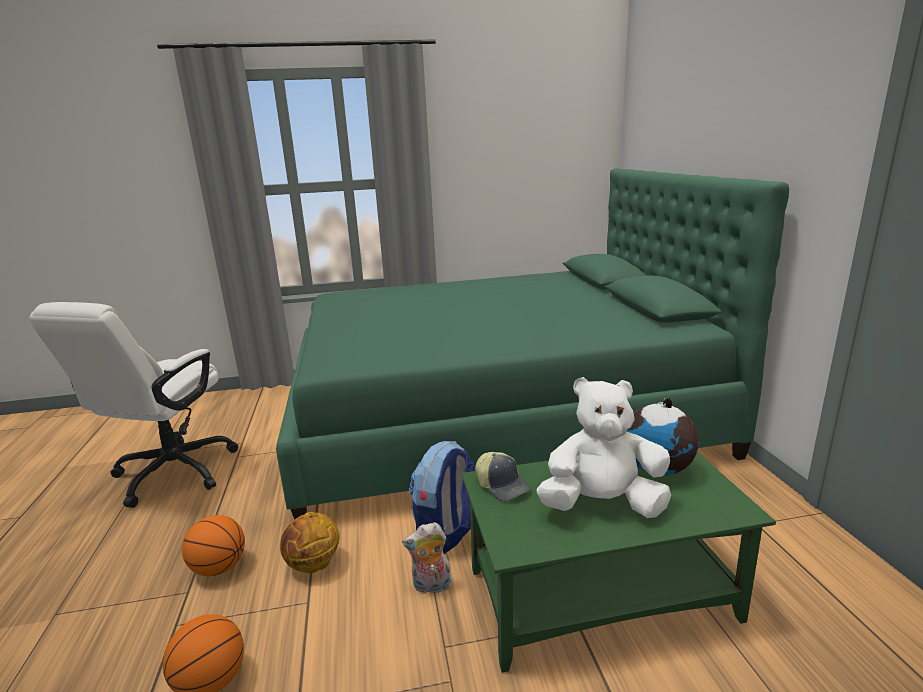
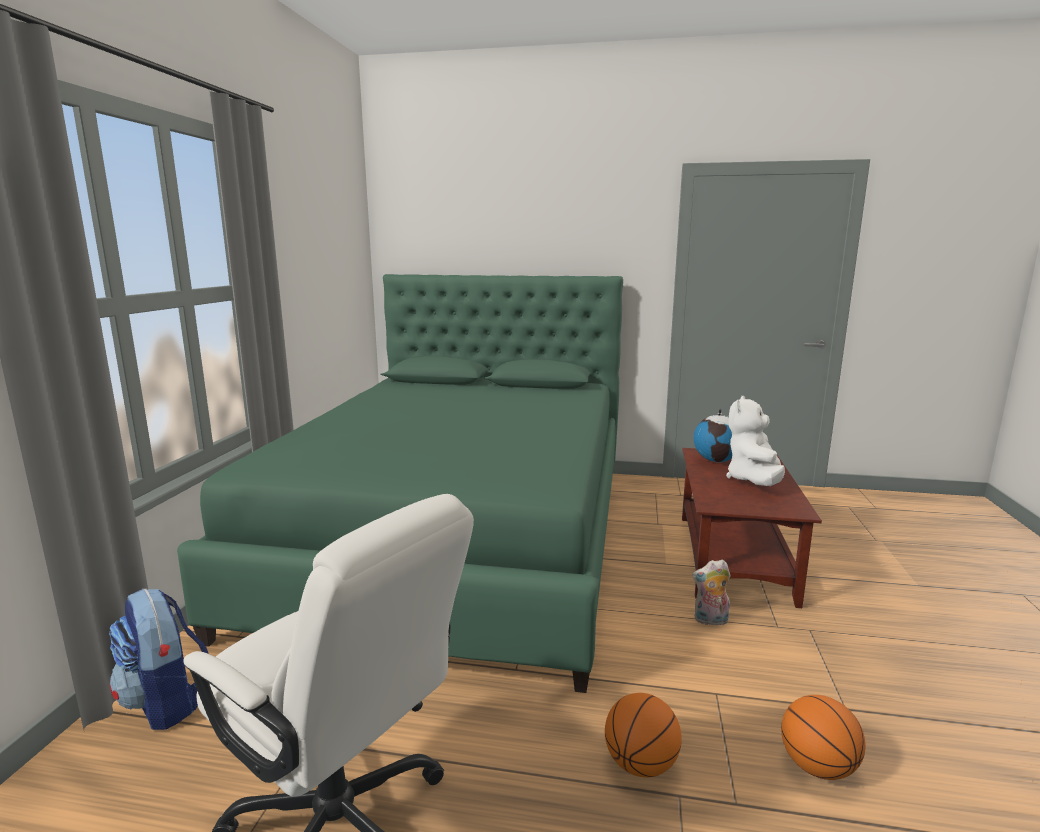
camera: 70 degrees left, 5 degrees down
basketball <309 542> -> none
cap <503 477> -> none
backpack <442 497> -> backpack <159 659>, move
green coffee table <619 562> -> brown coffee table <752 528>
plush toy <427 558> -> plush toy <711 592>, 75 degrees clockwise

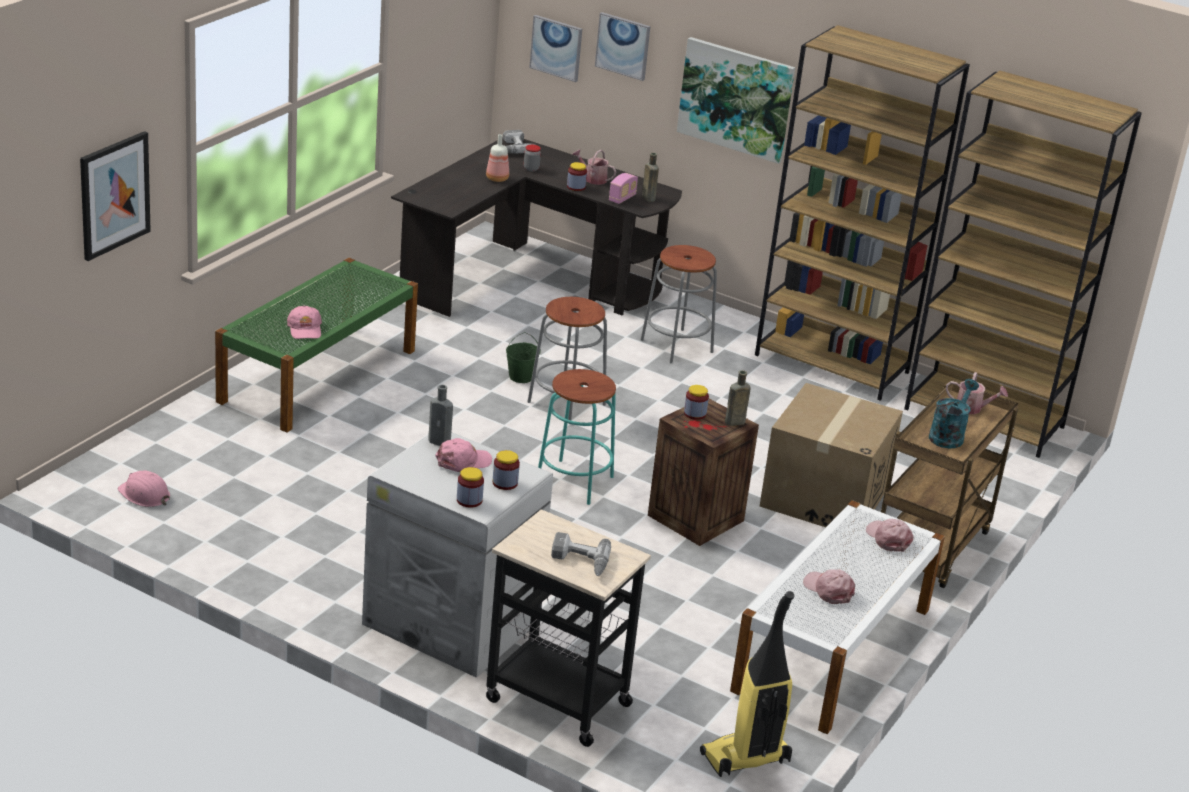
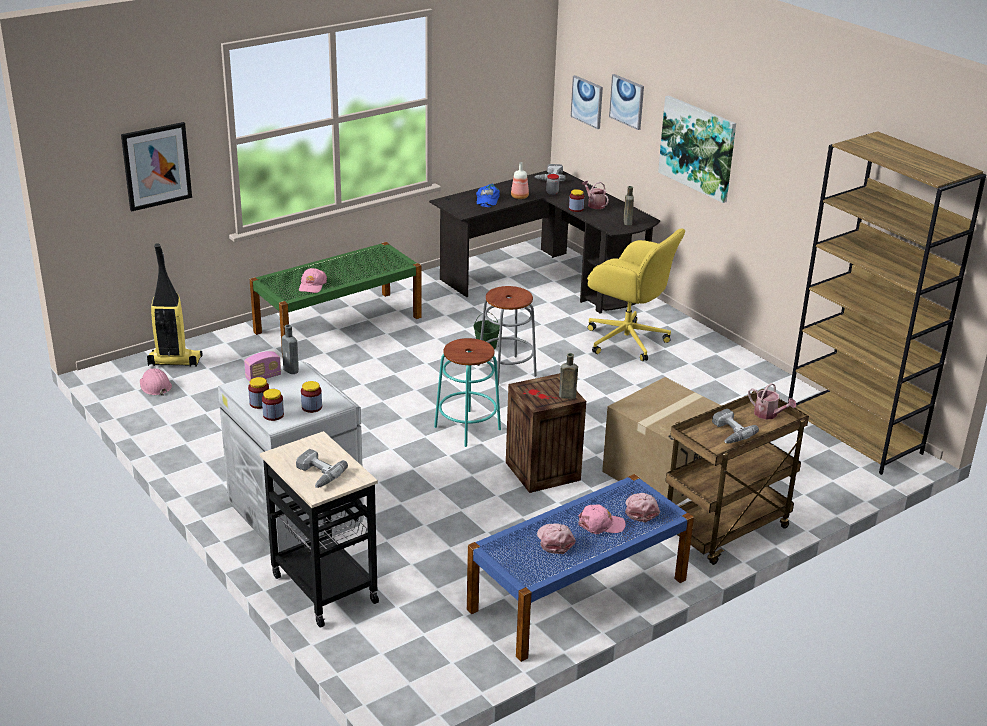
camera: 25 degrees right, 0 degrees up
brown bookcase <862 213> -> none
none -> blue cap <488 195>
pink cap <463 455> -> pink cap <602 519>, move
radio <623 188> -> radio <262 366>, move
jar <696 402> -> jar <258 393>, move
vacuum cleaner <747 684> -> vacuum cleaner <174 305>, move
grey stool <679 304> -> yellow office chair <636 295>
turquoise watering can <954 413> -> power drill <735 426>
white bench <837 617> -> blue bench <580 568>

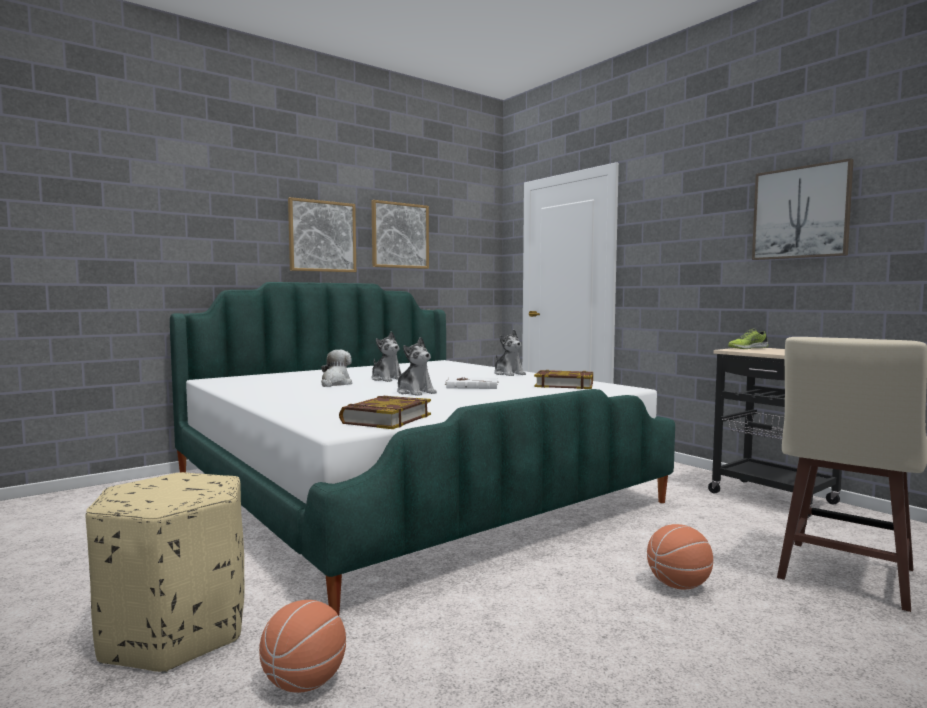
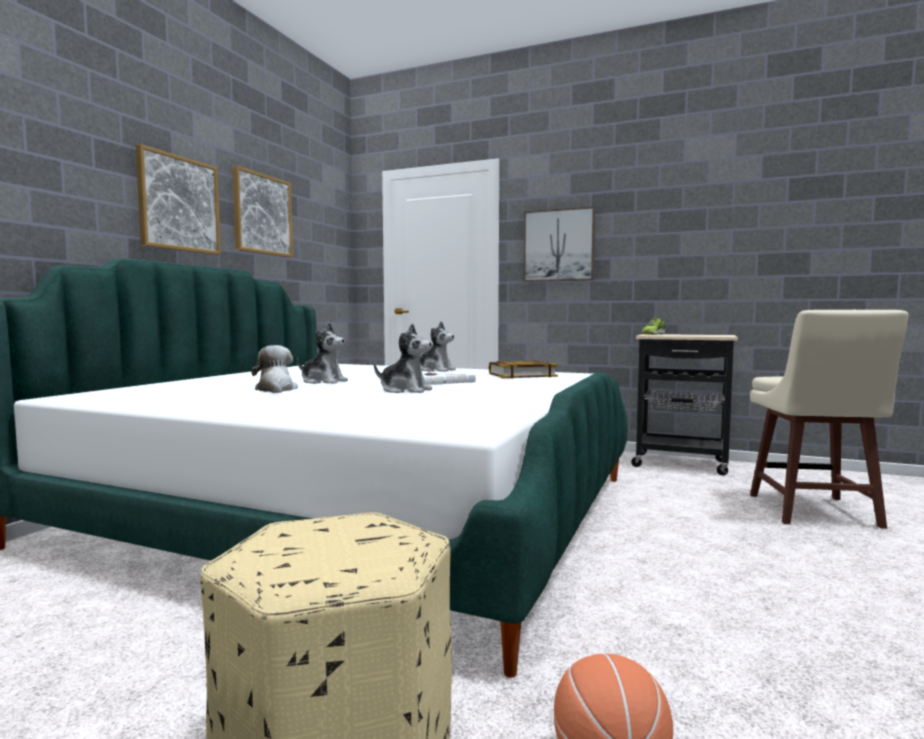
camera: 30 degrees left, 0 degrees up
book <385 412> -> none
basketball <680 557> -> none
picture <803 209> -> picture <559 244>, move

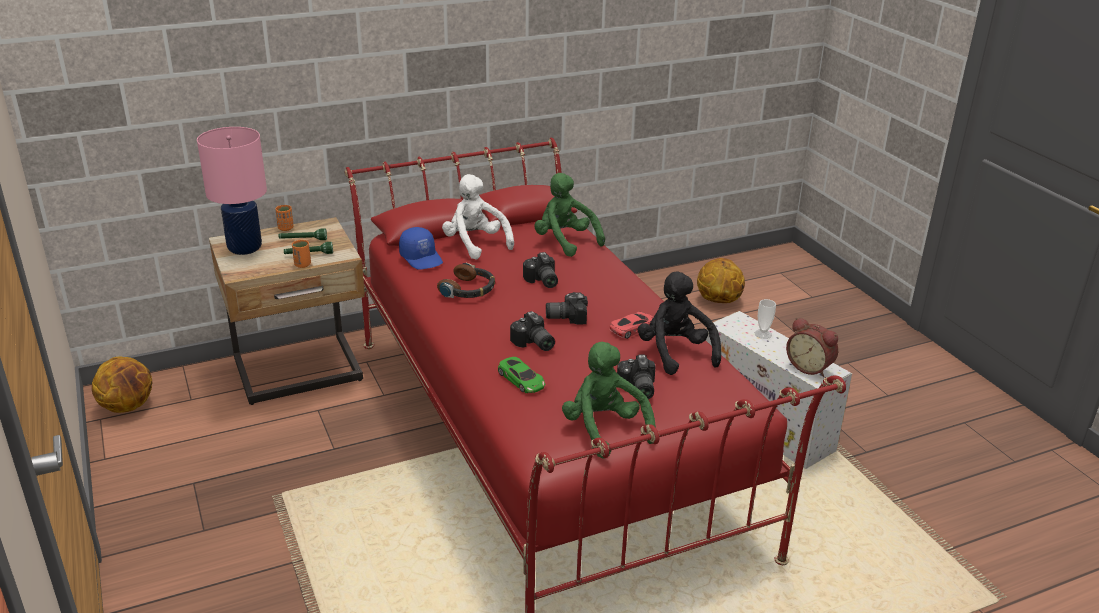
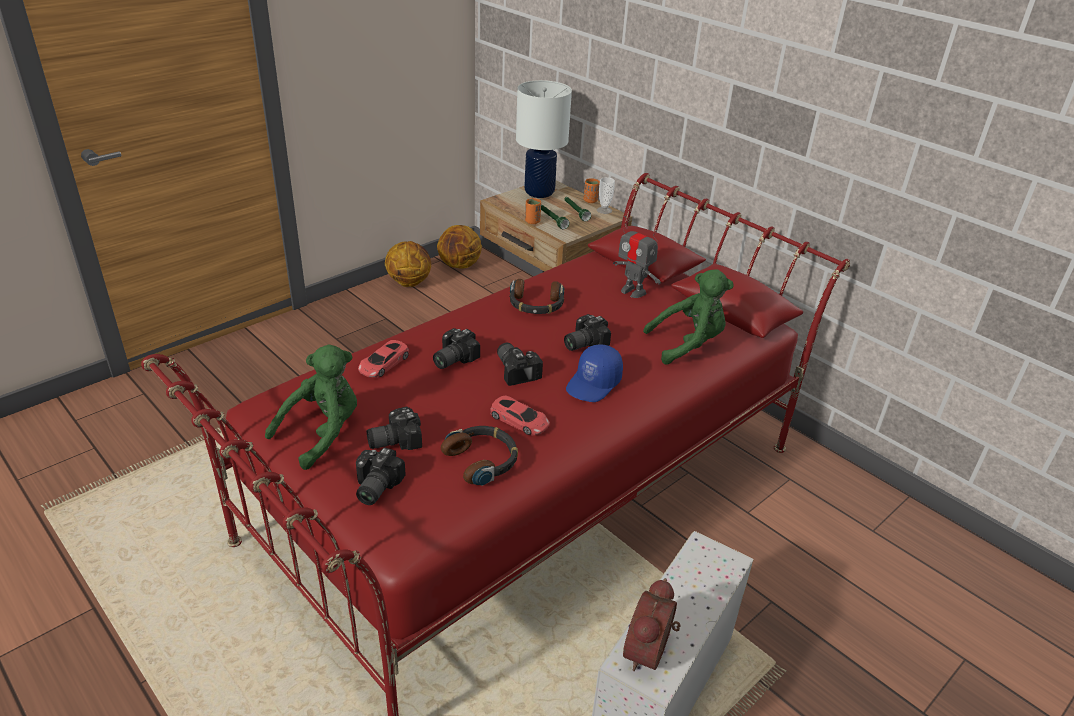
camera: 70 degrees right, 5 degrees up
none -> photo camera <381 476>
blue cap <421 248> -> blue cap <594 373>, move
basketball <721 280> -> basketball <408 264>, move
cup <765 319> -> cup <606 195>, move
white plush toy <478 216> -> toy robot <637 257>
black plush toy <679 323> -> headphones <479 456>
pink table lamp <232 191> -> white table lamp <544 139>
green toy car <521 375> -> red toy car <383 359>
green plush toy <569 215> -> green plush toy <688 317>, 45 degrees clockwise

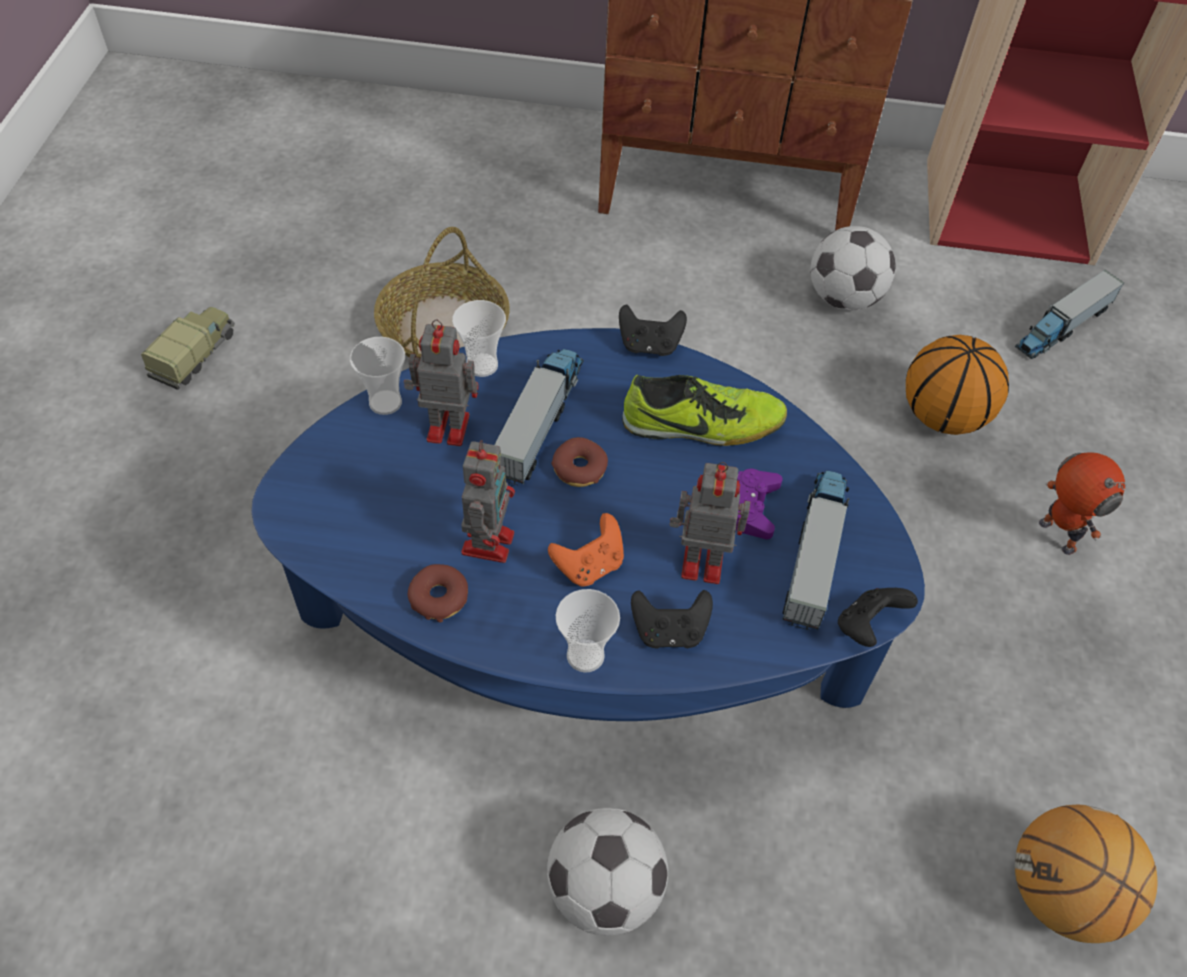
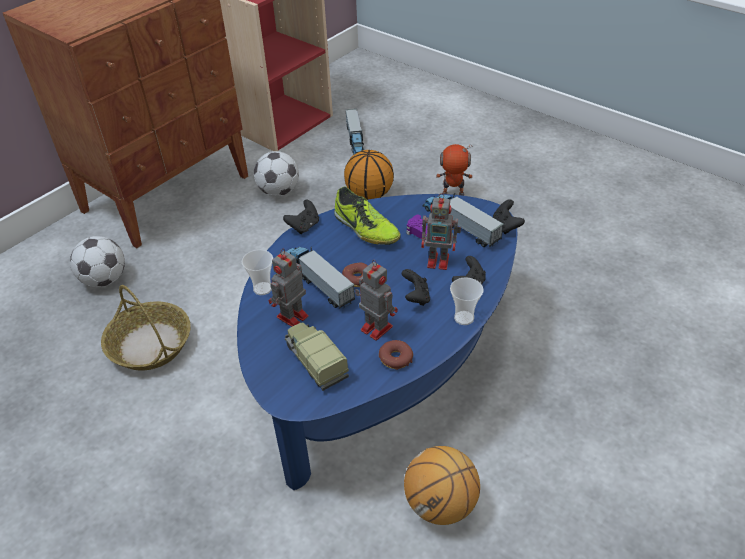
camera: 55 degrees left, 10 degrees down
cup <377 376> -> none
toy truck <188 348> -> toy truck <317 357>, move
football <607 872> -> football <97 261>, move
basketball <1086 874> -> basketball <442 485>, move
orange game controller <586 549> -> black game controller <416 287>
shoe <704 410> -> shoe <367 215>, 105 degrees clockwise
toy robot <709 523> -> toy robot <441 231>, 120 degrees counterclockwise

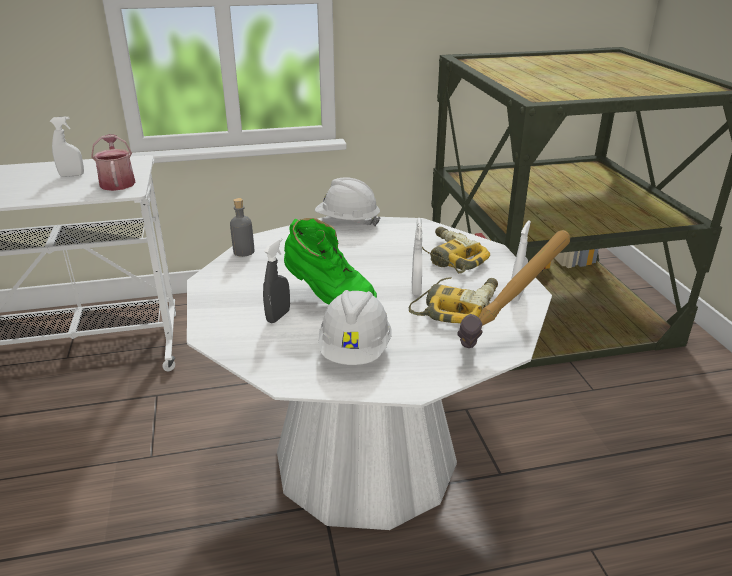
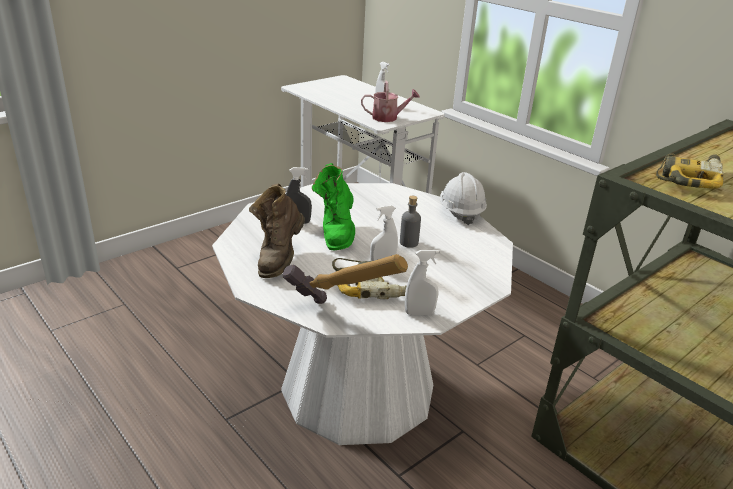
camera: 60 degrees right, 0 degrees up
grey bottle <242 227> -> grey bottle <410 222>, move
power drill <456 250> -> power drill <690 171>, move
white hard hat <355 327> -> brown boot <277 231>
watering can <113 162> -> watering can <390 101>, 45 degrees clockwise

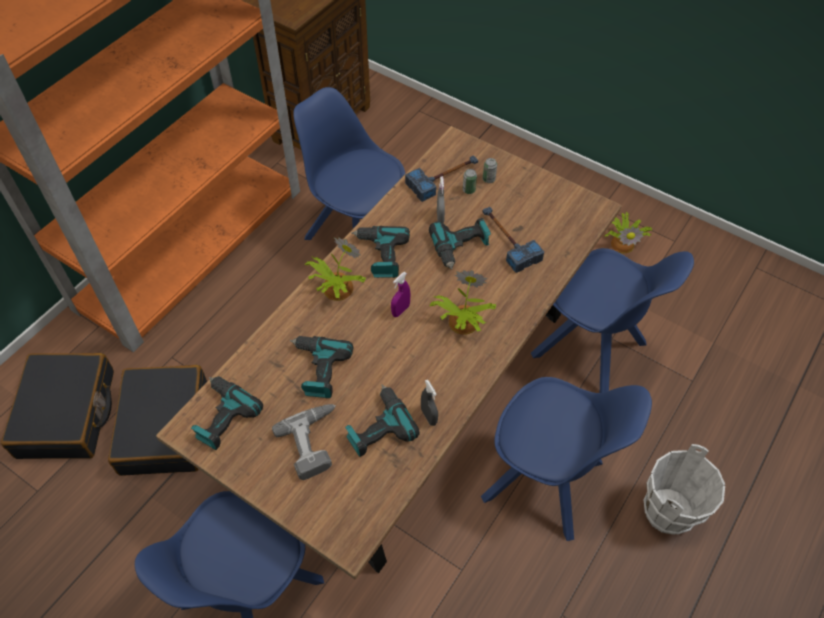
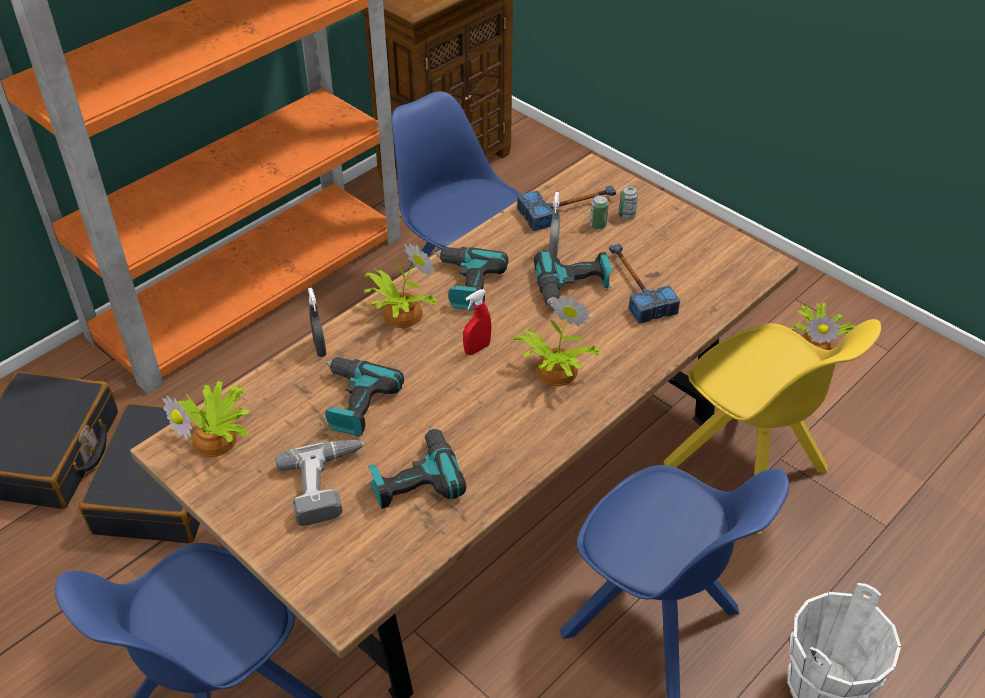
camera: 10 degrees right, 10 degrees down
grey spray bottle <429 403> -> grey spray bottle <317 322>, move
power drill <227 413> -> potted plant <206 419>
purple spray bottle <400 294> -> red spray bottle <477 322>
blue chair <612 320> -> yellow chair <772 426>

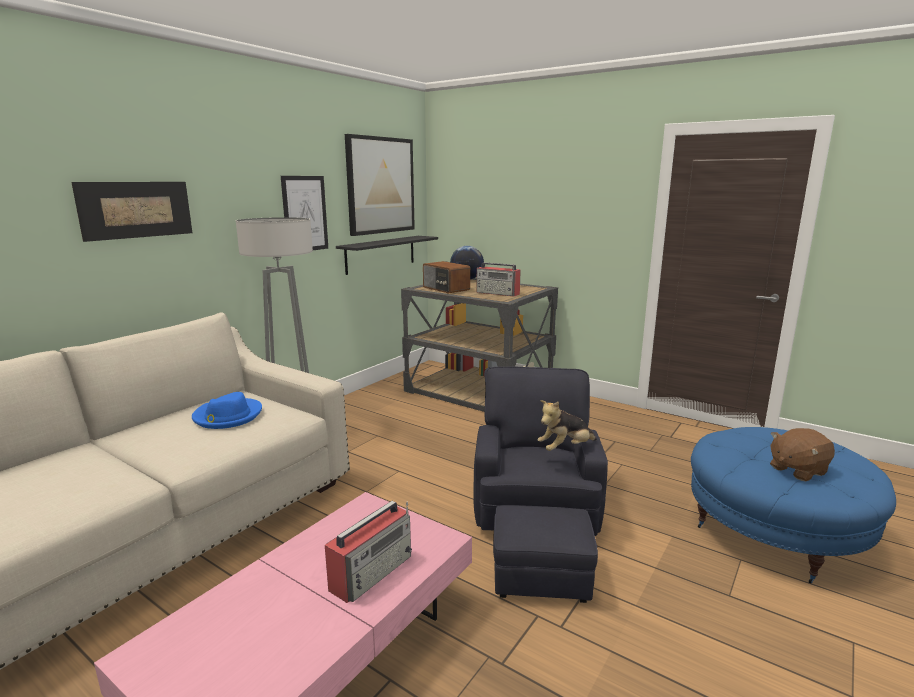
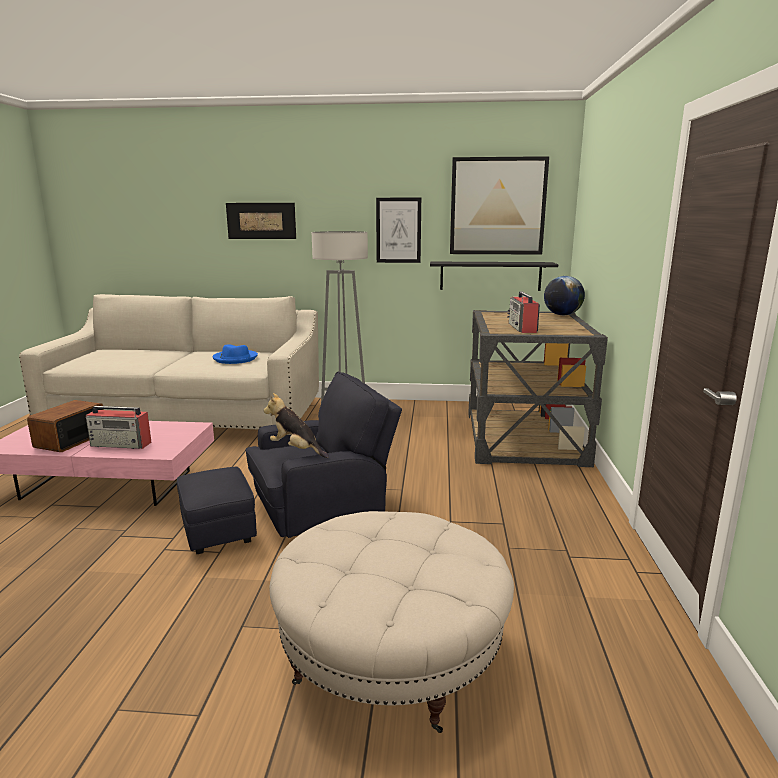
camera: 60 degrees right, 0 degrees up
brown plush toy <802 454> -> none
radio <446 277> -> radio <65 426>, move
blue ottoman <793 505> -> beige ottoman <391 622>

